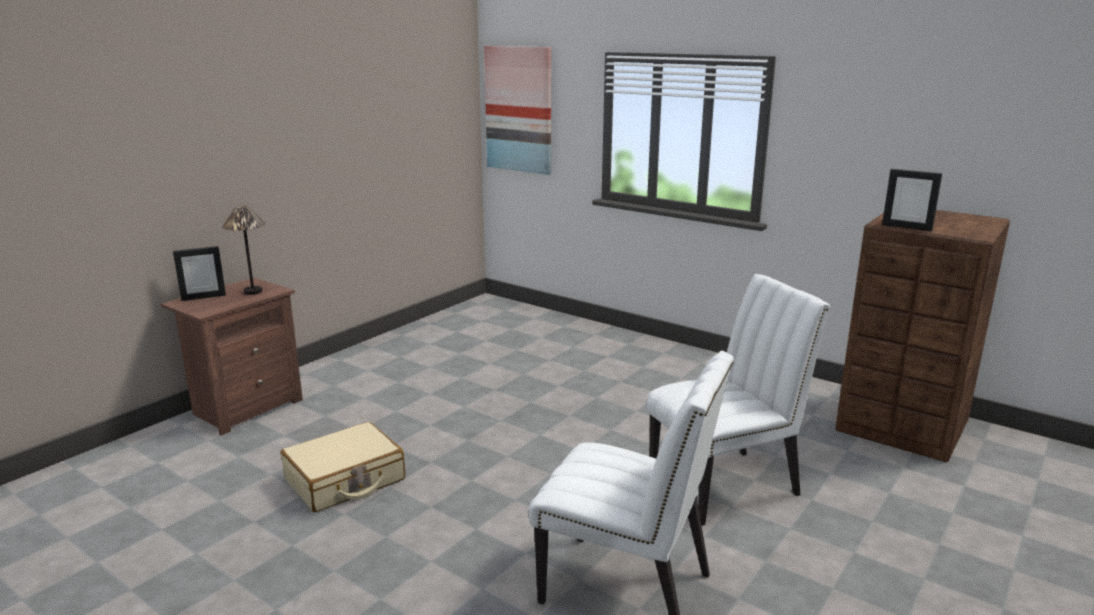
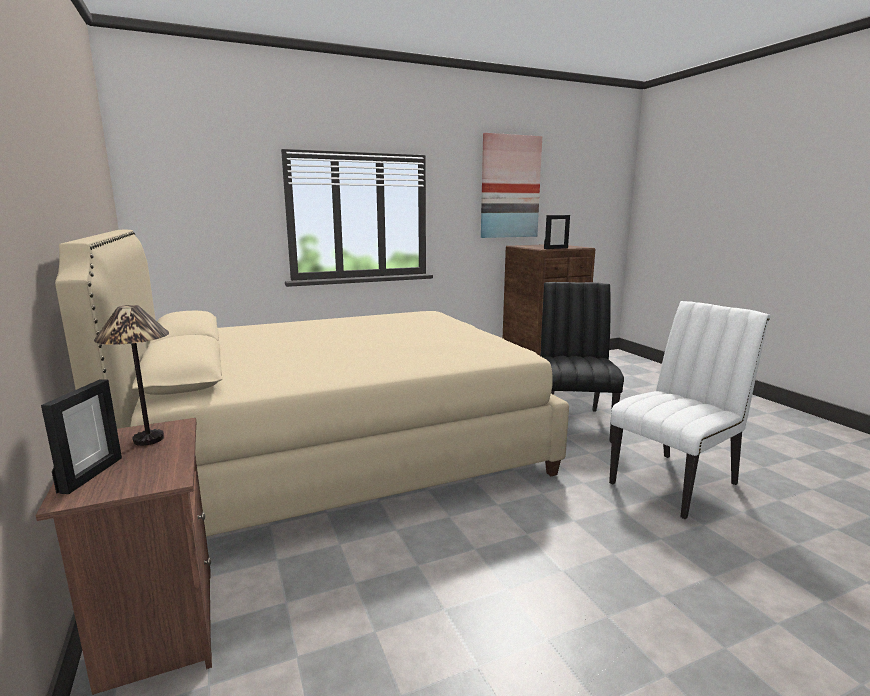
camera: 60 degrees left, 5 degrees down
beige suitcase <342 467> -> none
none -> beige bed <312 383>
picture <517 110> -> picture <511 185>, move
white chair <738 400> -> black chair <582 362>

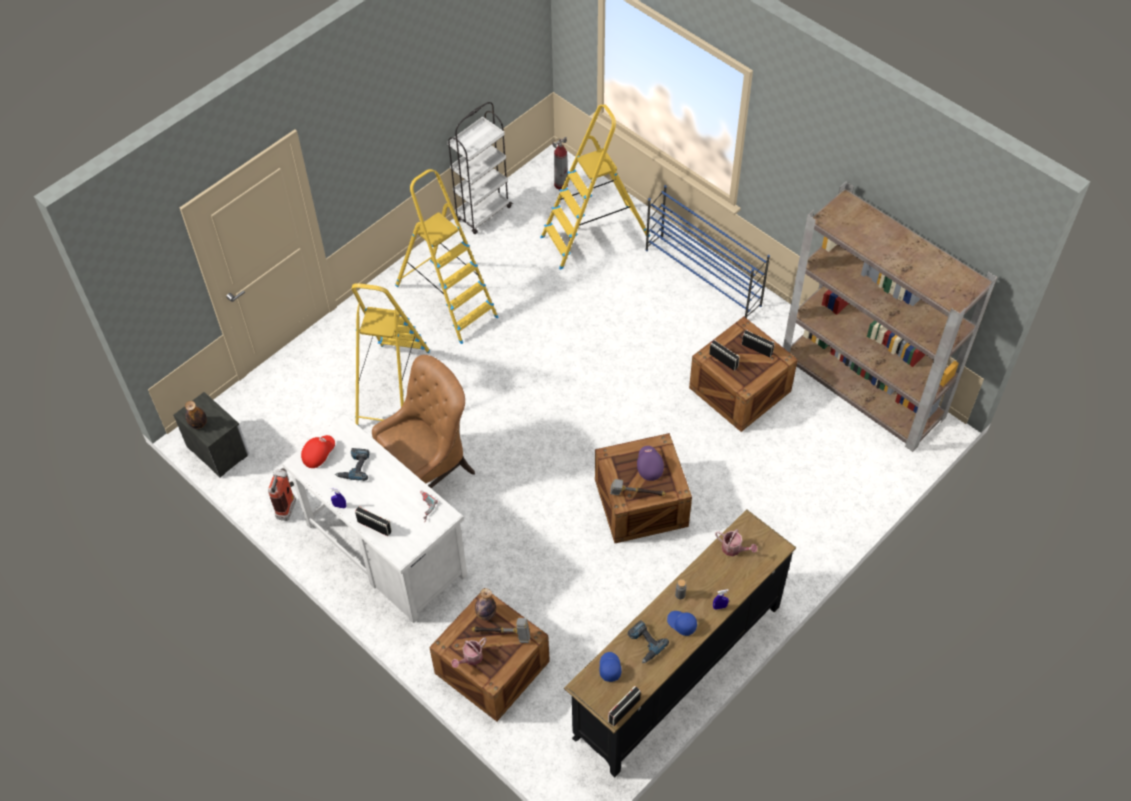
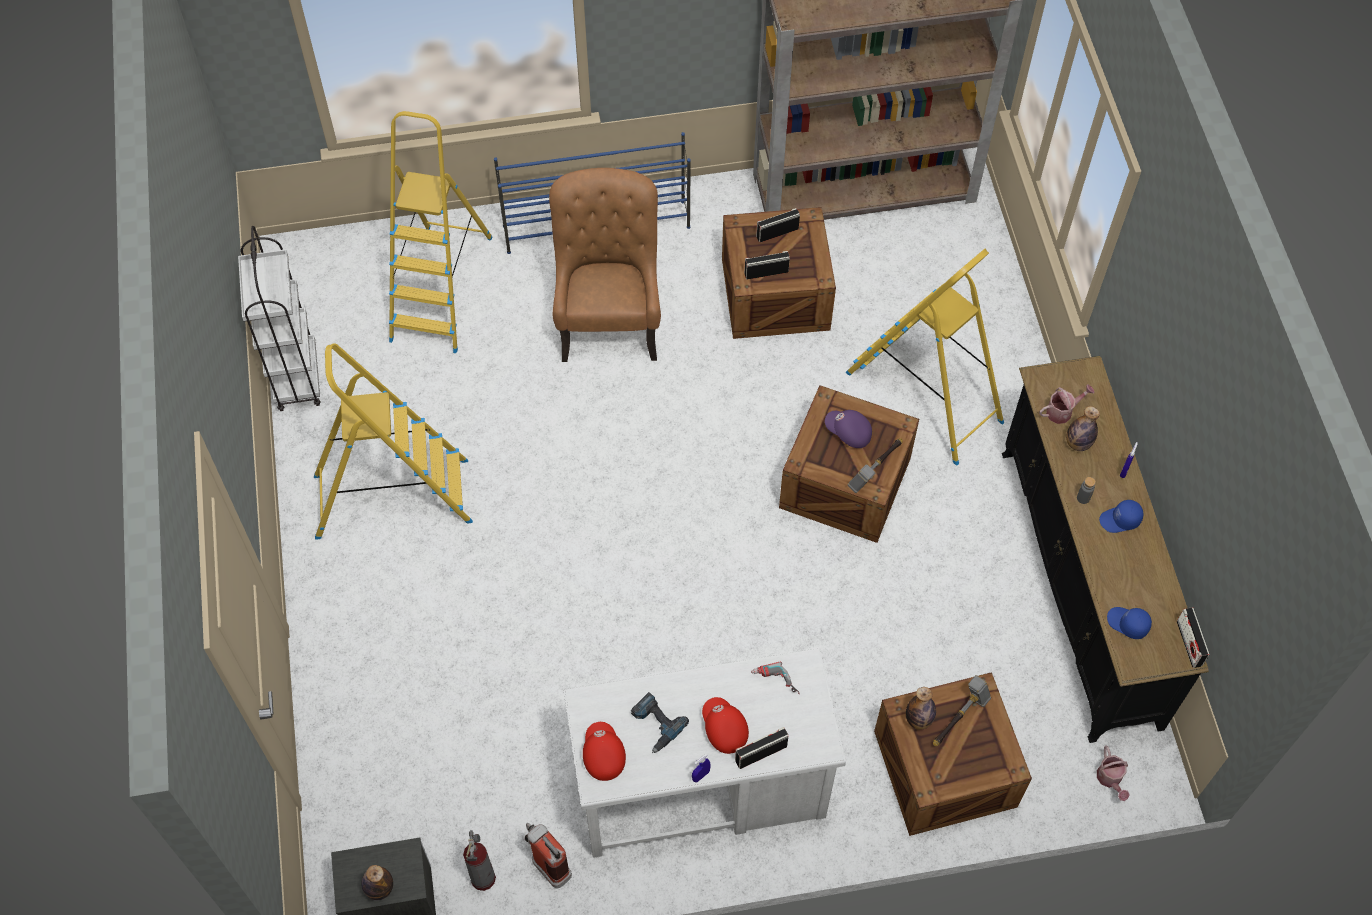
camera: 55 degrees left, 5 degrees up
power drill <648 641> -> none
none -> red cap <725 725>
none -> bottle <1083 428>
yellow step ladder <391 354> -> yellow step ladder <925 357>, move
brown chair <423 421> -> brown chair <605 265>, move
watering can <468 652> -> watering can <1113 773>, move
fire extinguisher <560 163> -> fire extinguisher <479 860>, move

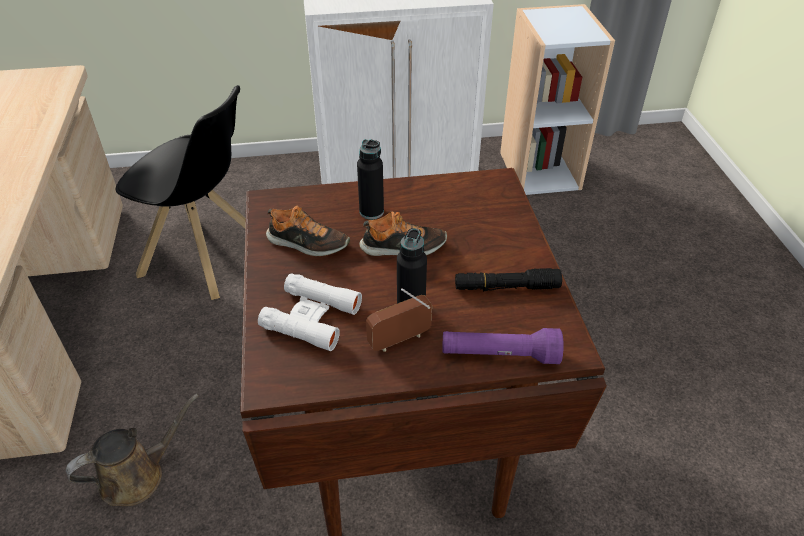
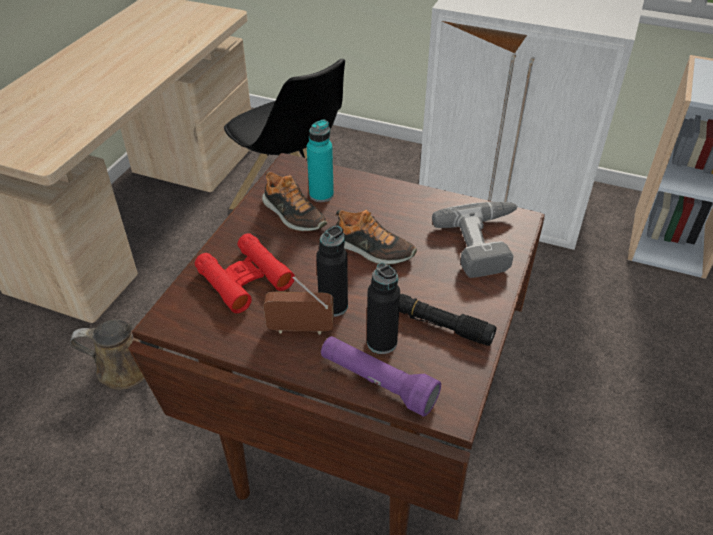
camera: 30 degrees right, 0 degrees up
none -> turquoise bottle <320 161>
none -> power drill <475 240>
black bottle <370 179> -> black bottle <383 308>, move
white binoculars <310 312> -> red binoculars <245 273>

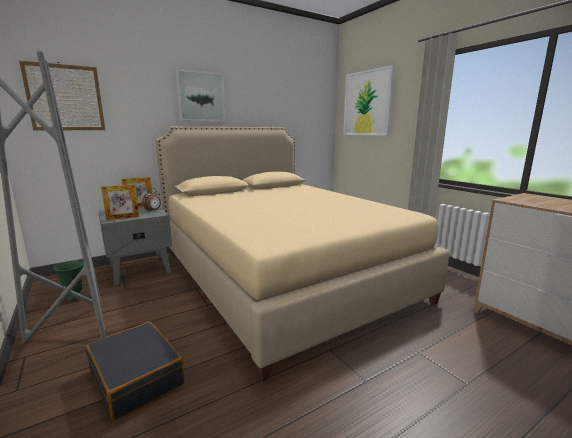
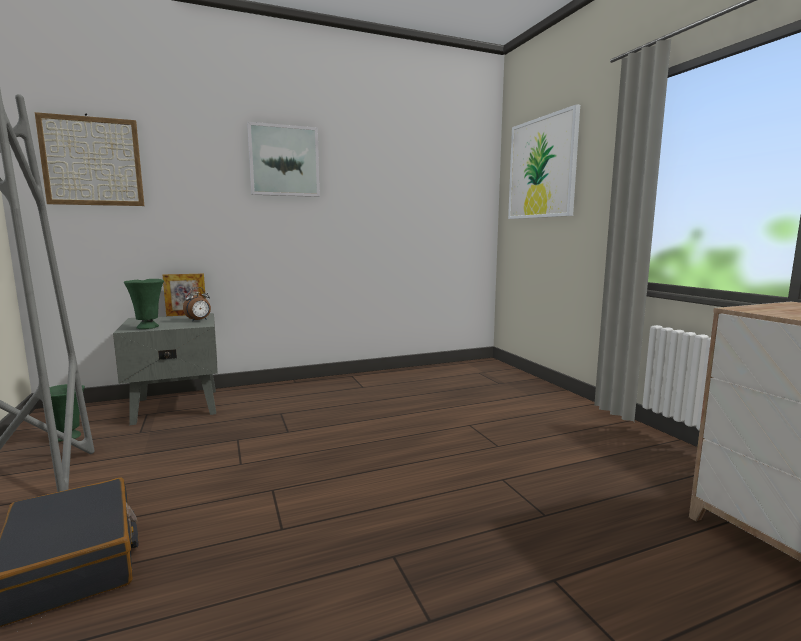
camera: 10 degrees right, 5 degrees down
beige bed <303 254> -> none
picture frame <120 202> -> green vase <144 304>

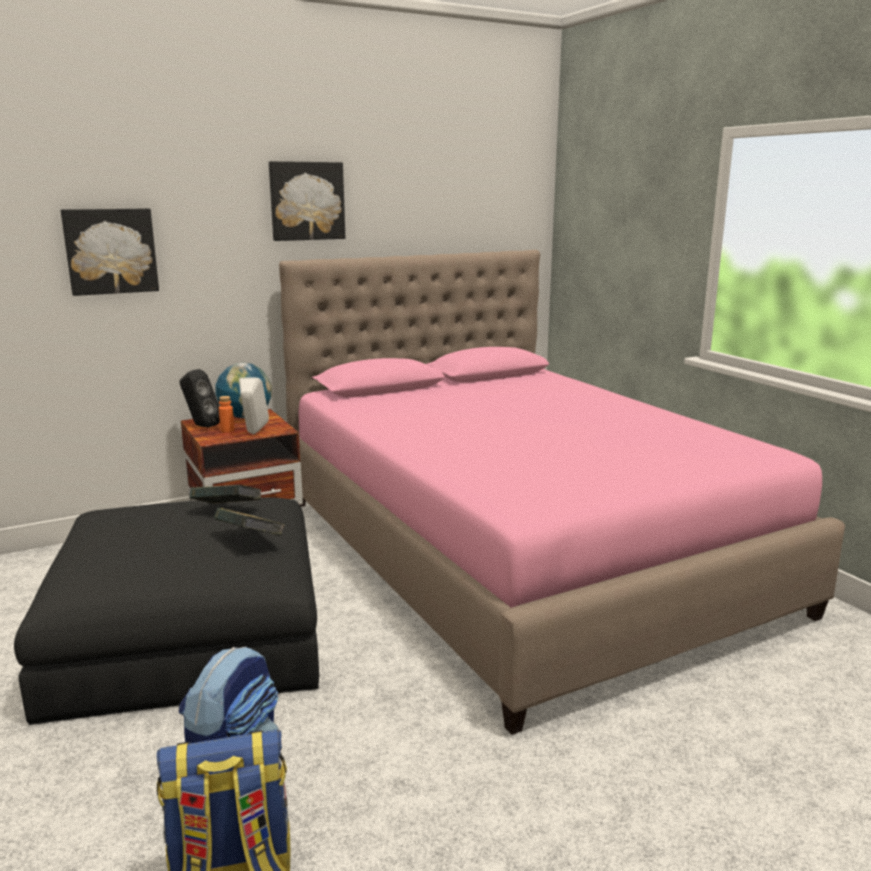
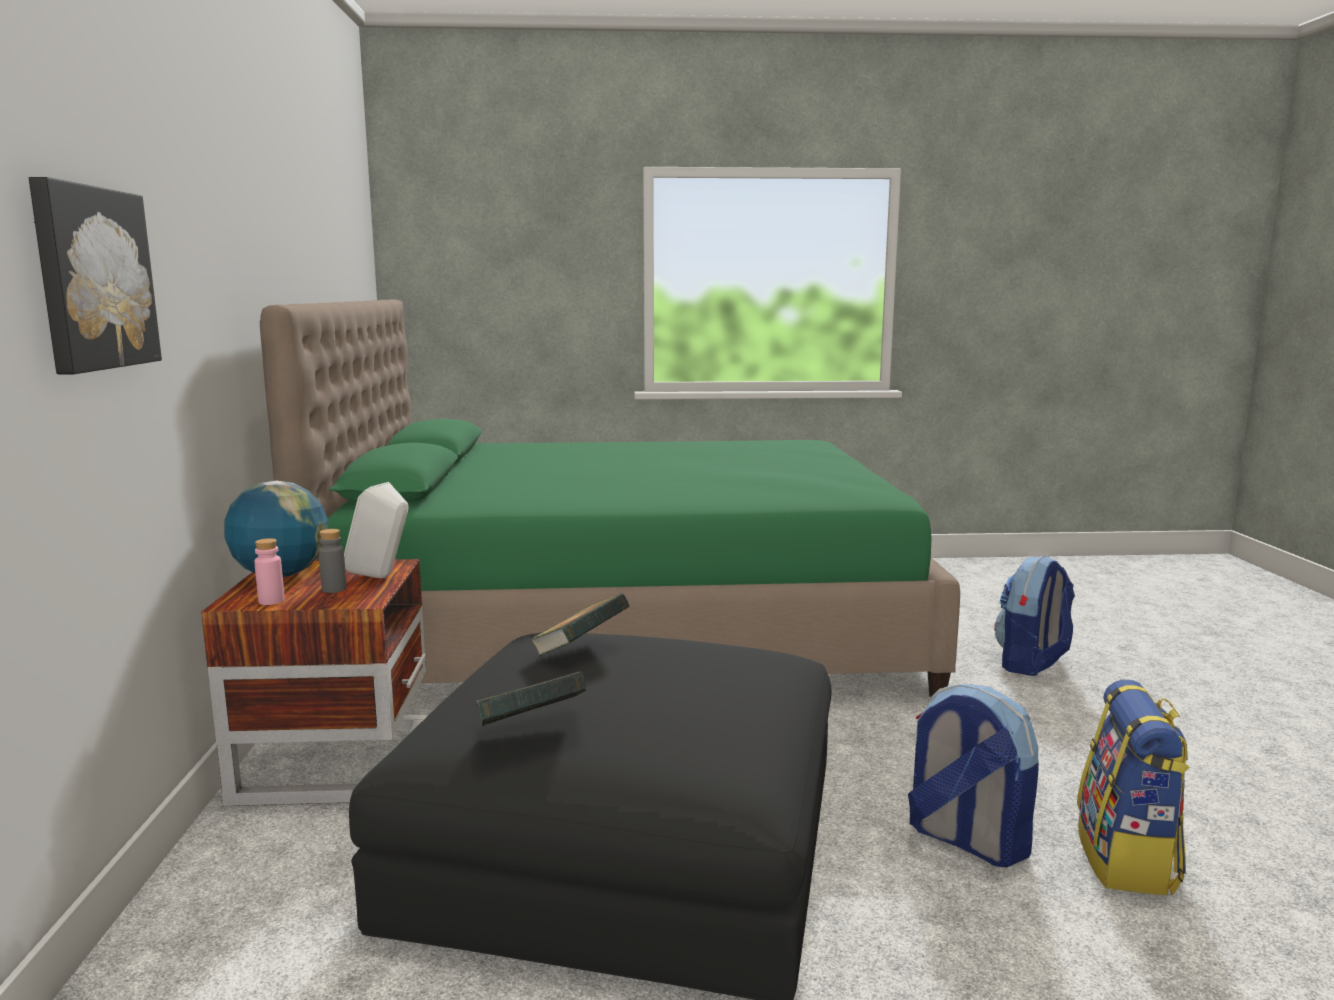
camera: 65 degrees left, 5 degrees down
picture <307 201> -> none
none -> backpack <1034 616>
book <249 522> -> book <531 699>, move
black speaker <200 398> -> pink bottle <269 571>
orange bottle <226 414> -> grey bottle <332 561>
pink bed <562 492> -> green bed <610 498>

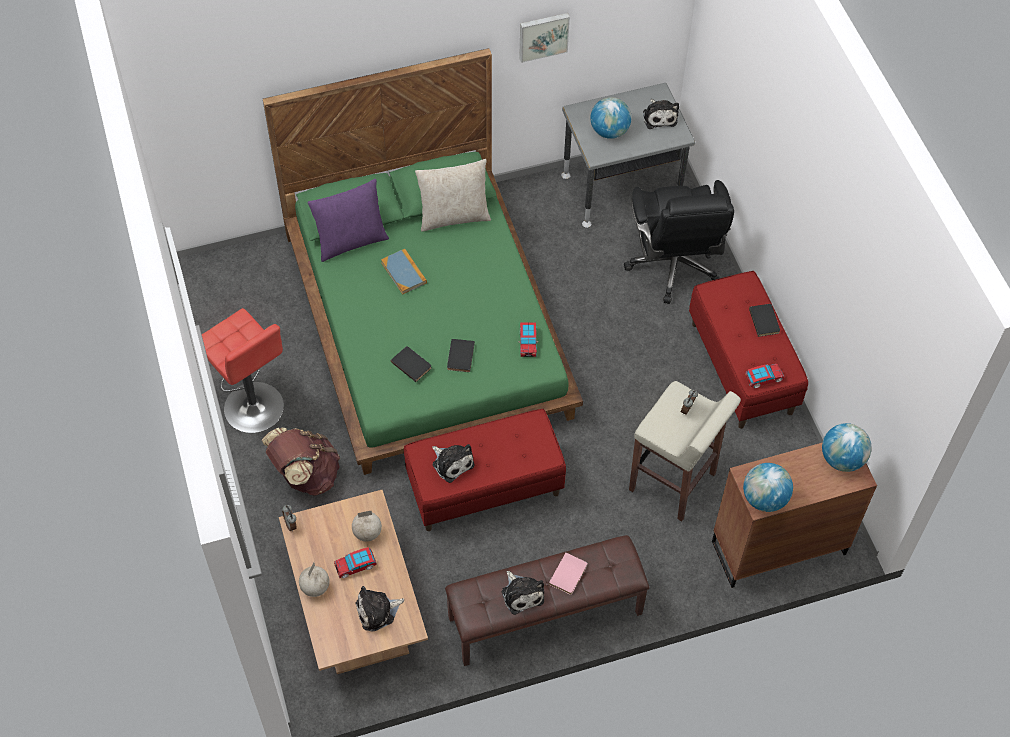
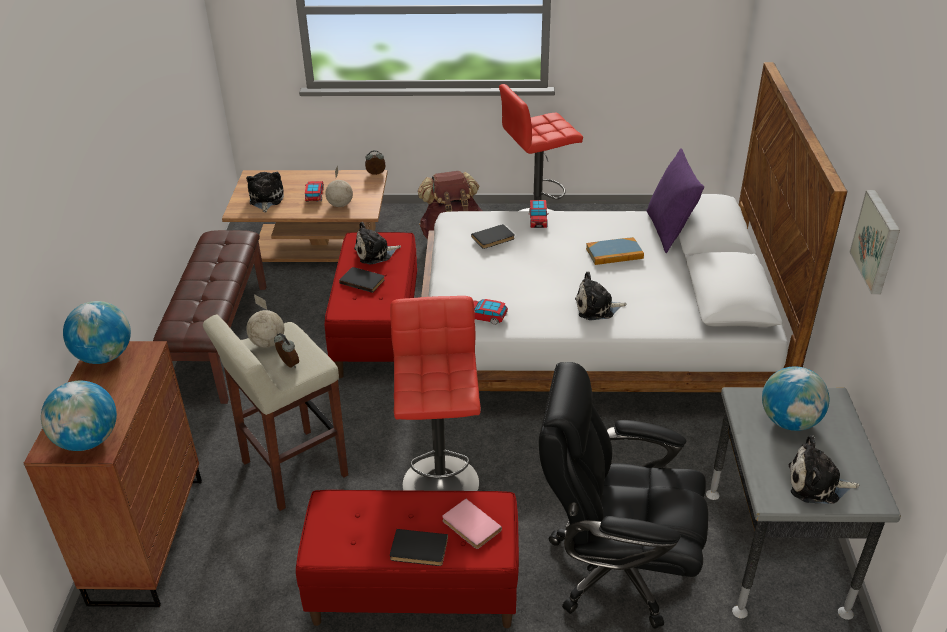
camera: 110 degrees right, 20 degrees down
beige pillow <453 195> -> none
none -> red stool <435 393>
globe <314 580> -> globe <265 321>, move
black book <461 355> -> black book <362 280>, move
plush toy <523 593> -> plush toy <601 295>, move
pink book <568 574> -> pink book <472 524>, move
toy car <764 376> -> toy car <539 214>, move
green bed <423 261> -> white bed <634 227>

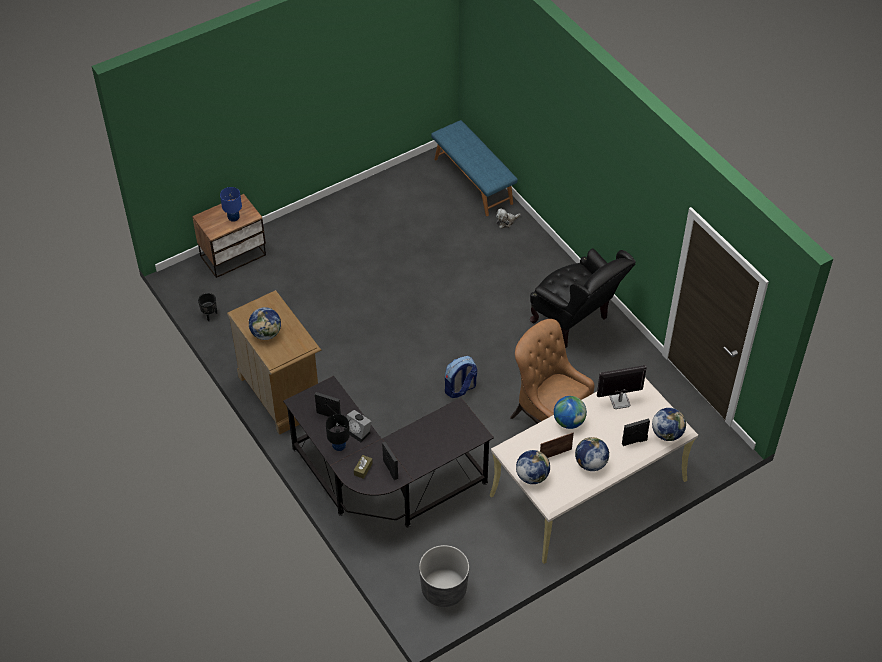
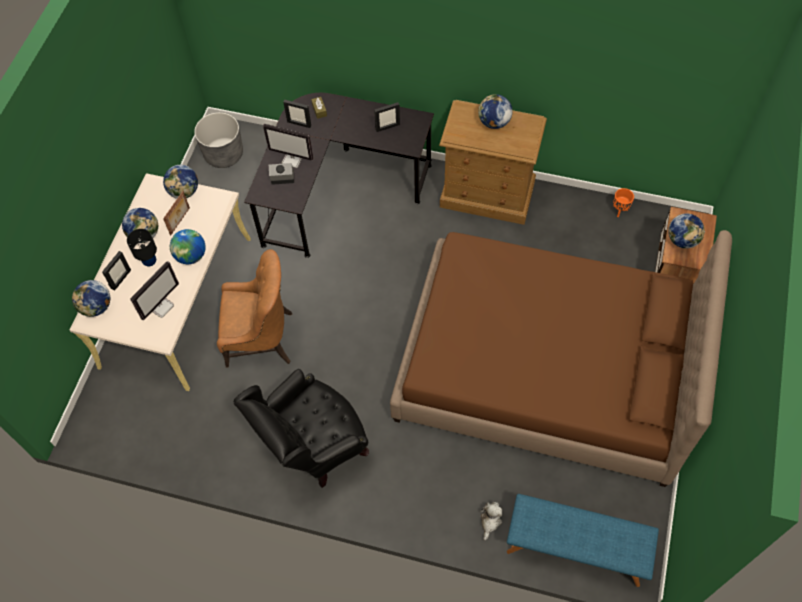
camera: 140 degrees right, 10 degrees up
backpack <461 377> -> none
none -> monitor <288 146>
none -> brown bed <561 358>
black table lamp <338 432> -> black table lamp <142 247>, move
alarm clock <358 426> -> alarm clock <281 174>, move
blue table lamp <231 204> -> globe <686 231>
black planter <207 307> -> orange planter <623 202>
black armchair <583 298> -> black armchair <301 428>, 45 degrees counterclockwise

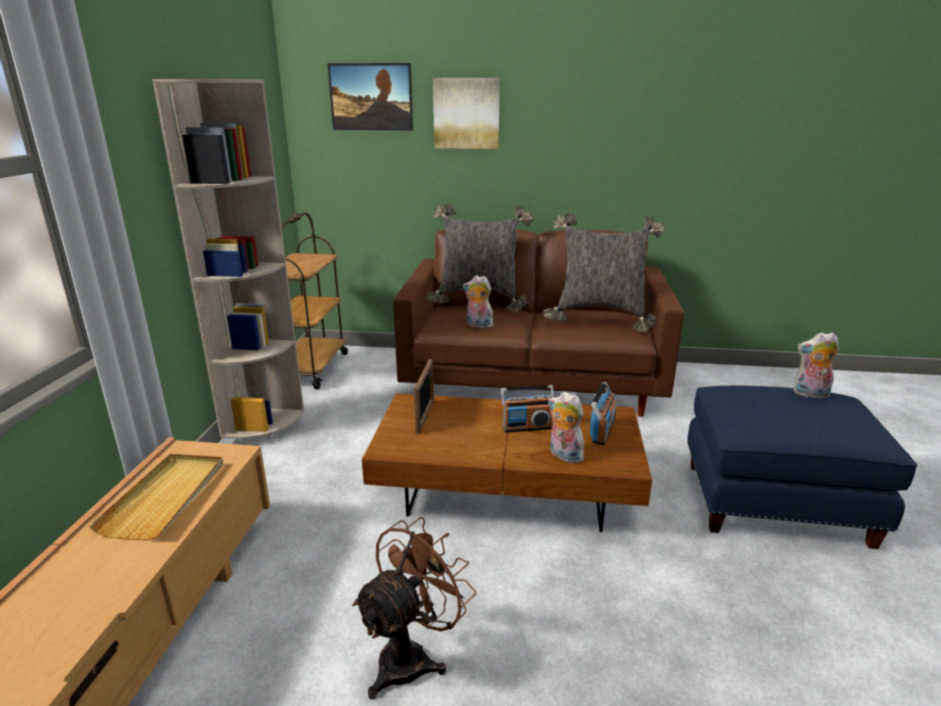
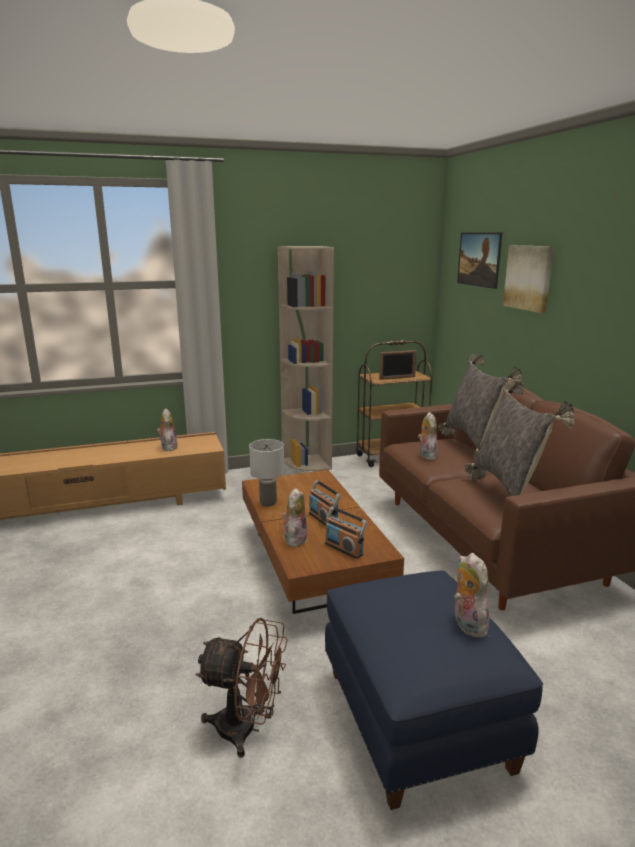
camera: 65 degrees right, 5 degrees down
none -> white table lamp <266 472>
brown fan <414 608> -> brown fan <241 688>, move
picture frame <424 396> -> picture frame <398 365>, move
beige tray <156 497> -> plush toy <167 429>
radio <603 413> -> radio <346 532>, 45 degrees clockwise

